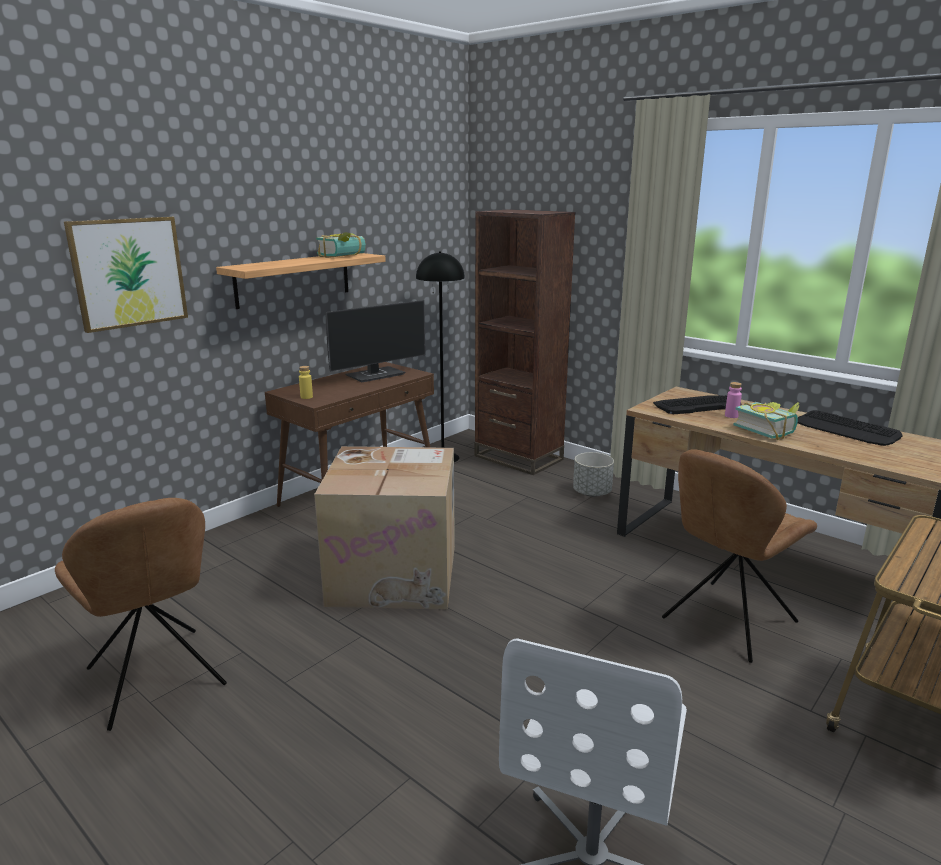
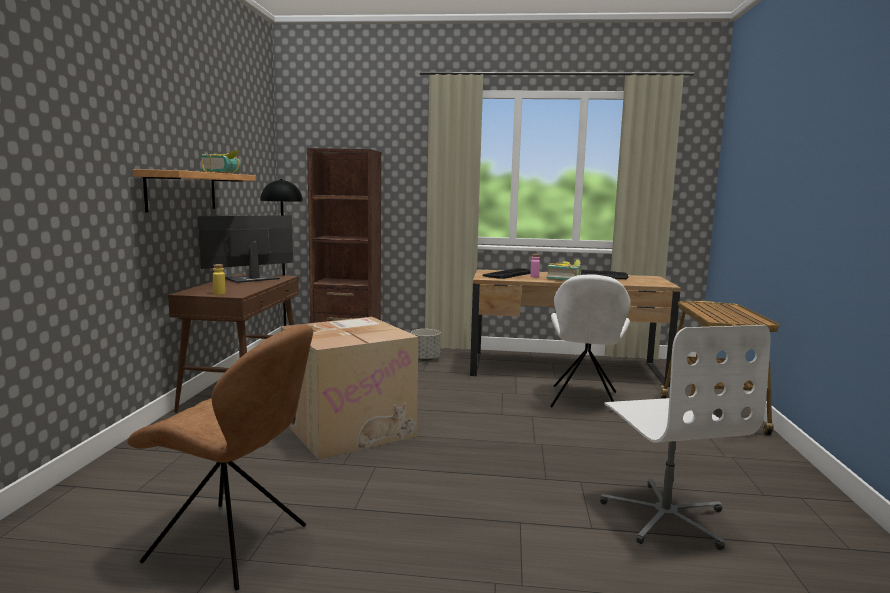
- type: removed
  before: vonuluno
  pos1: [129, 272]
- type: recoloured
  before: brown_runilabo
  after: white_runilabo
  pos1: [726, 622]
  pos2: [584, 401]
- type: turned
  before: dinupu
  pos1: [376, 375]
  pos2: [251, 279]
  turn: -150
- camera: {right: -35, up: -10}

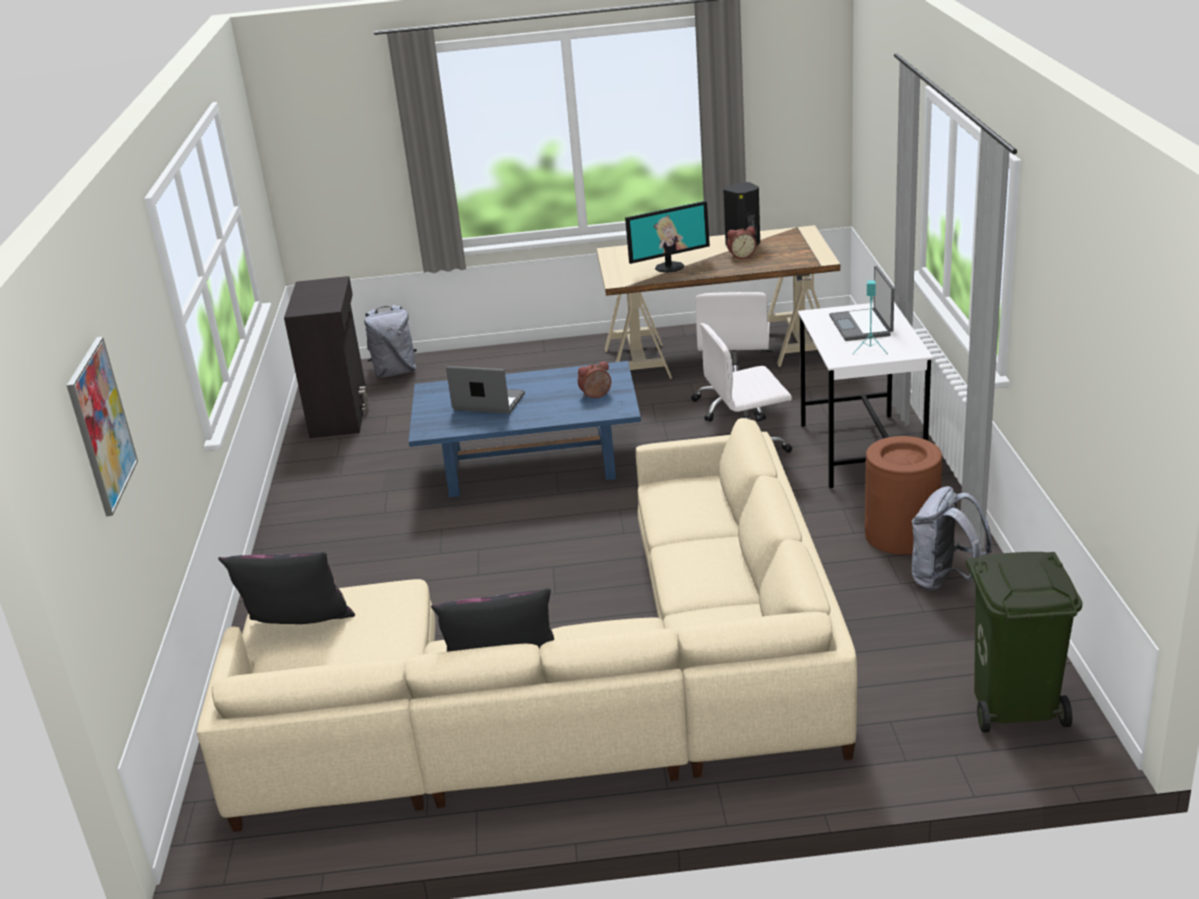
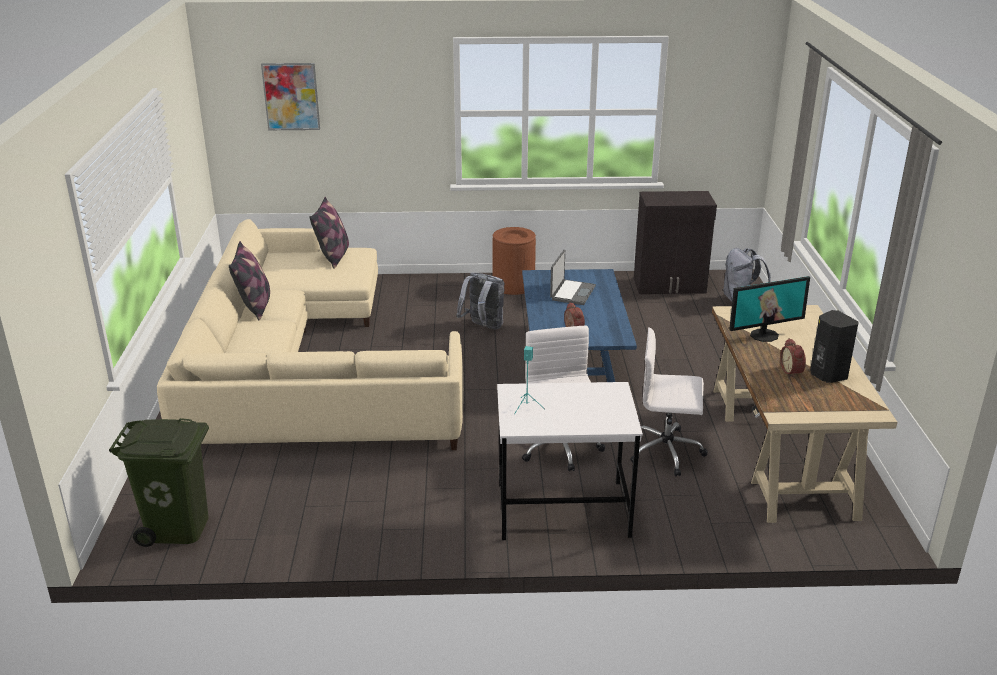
- type: removed
  before: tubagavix
  pos1: [862, 326]
- type: moved
  before: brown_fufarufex
  pos1: [901, 535]
  pos2: [513, 285]
- type: moved
  before: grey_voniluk
  pos1: [945, 580]
  pos2: [483, 327]
- type: turned
  before: dinupu
  pos1: [669, 267]
  pos2: [764, 335]
  turn: -90
- camera: {right: 90, up: 0}

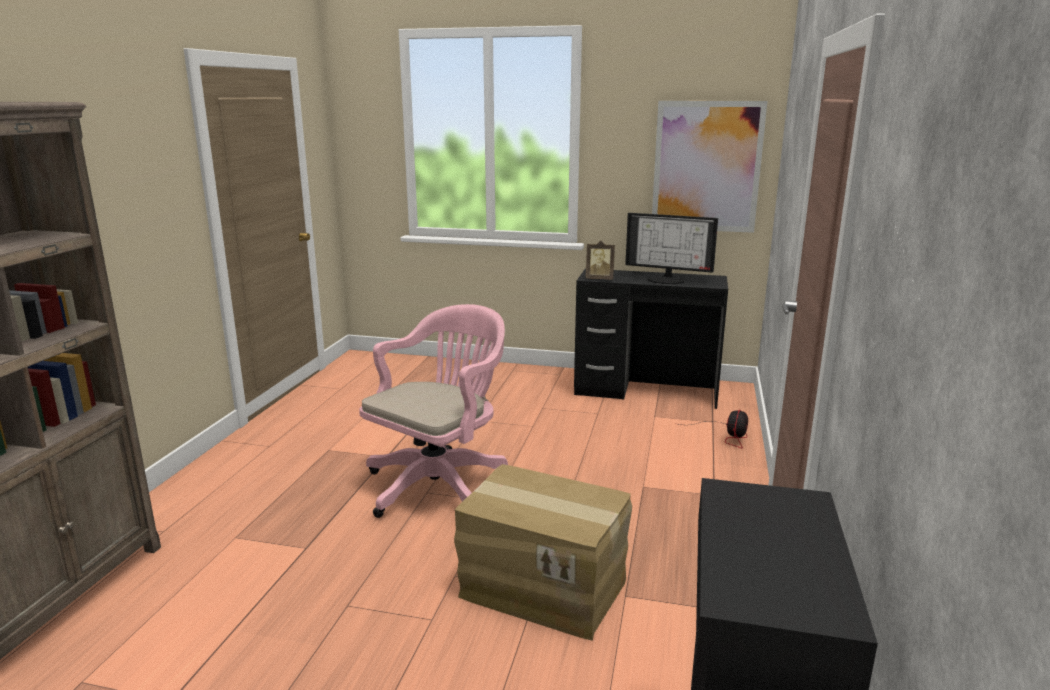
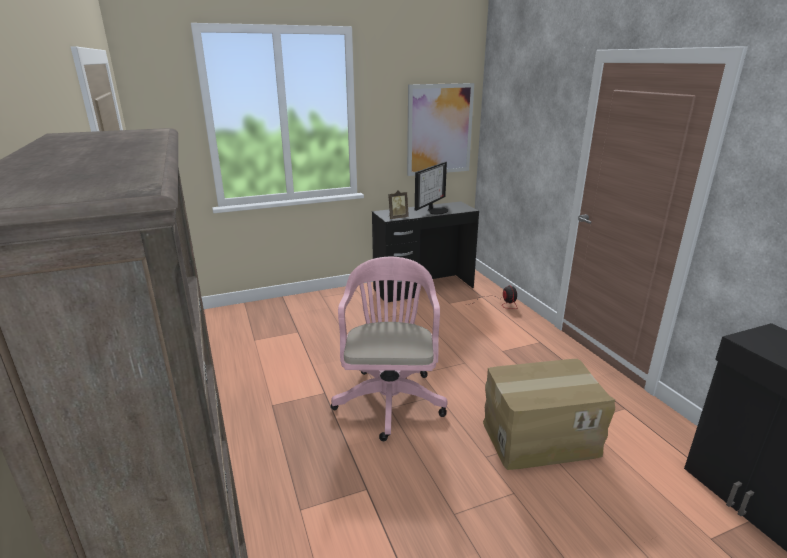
- type: turned
  before: dinupu
  pos1: [666, 280]
  pos2: [436, 210]
  turn: -45
- camera: {right: -35, up: 5}

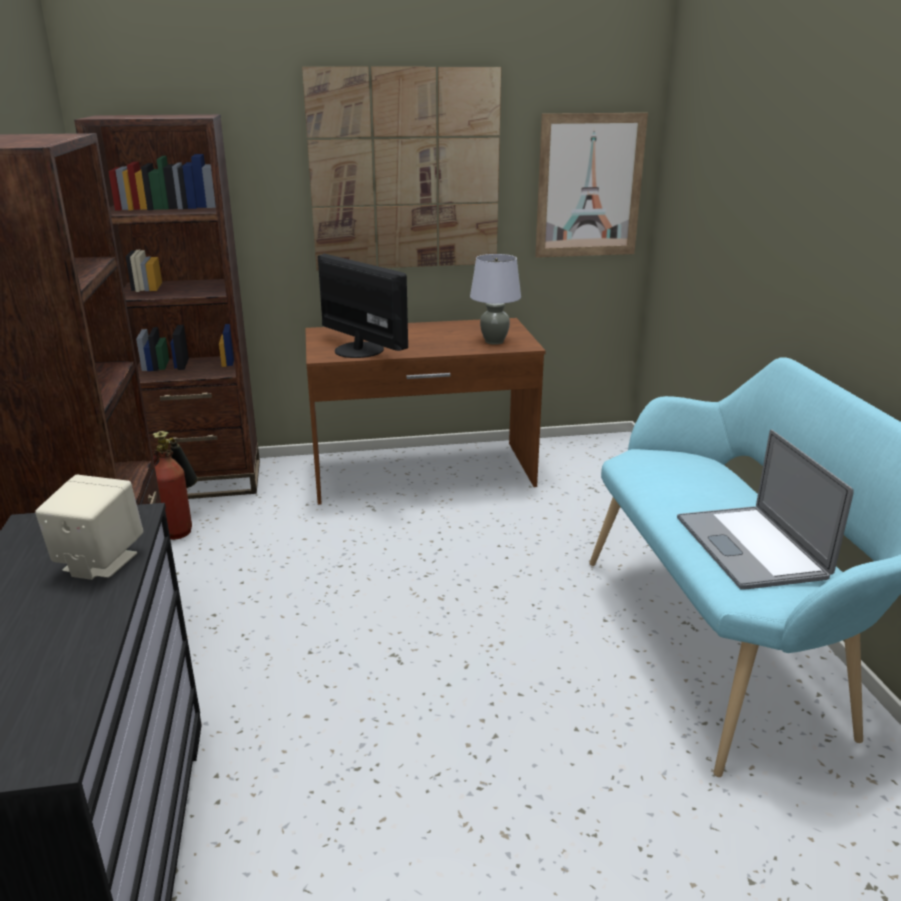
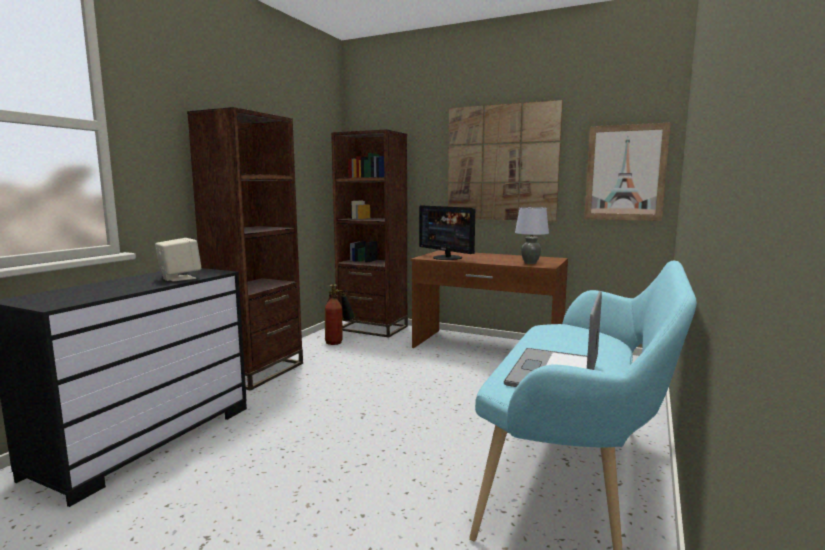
- type: turned
  before: dinupu
  pos1: [360, 349]
  pos2: [447, 258]
  turn: 150
- camera: {right: 35, up: -15}

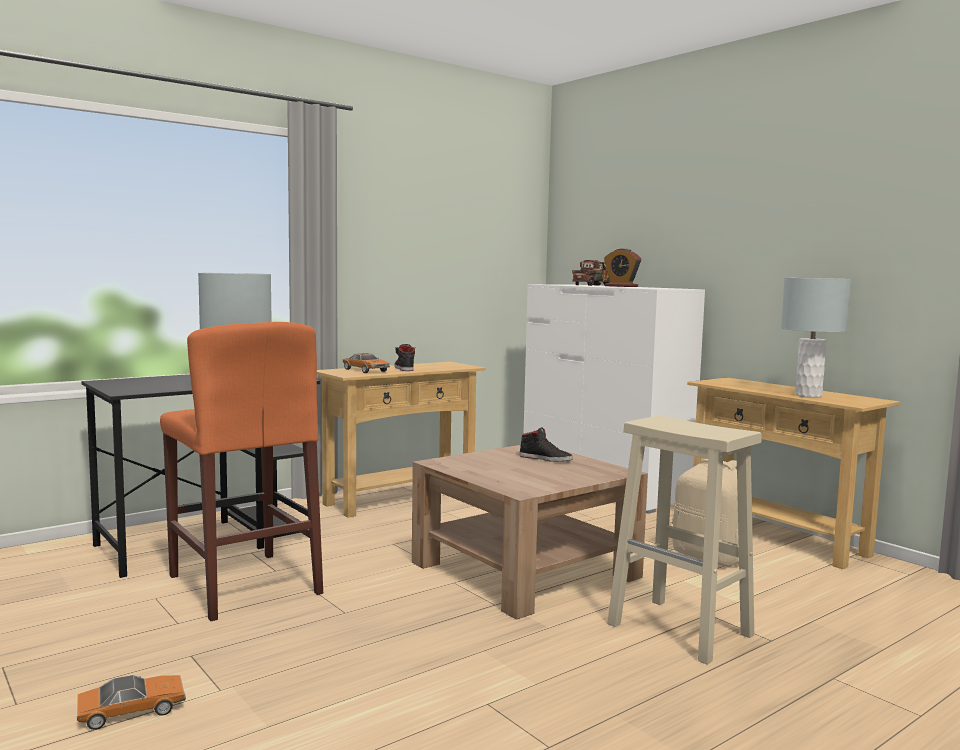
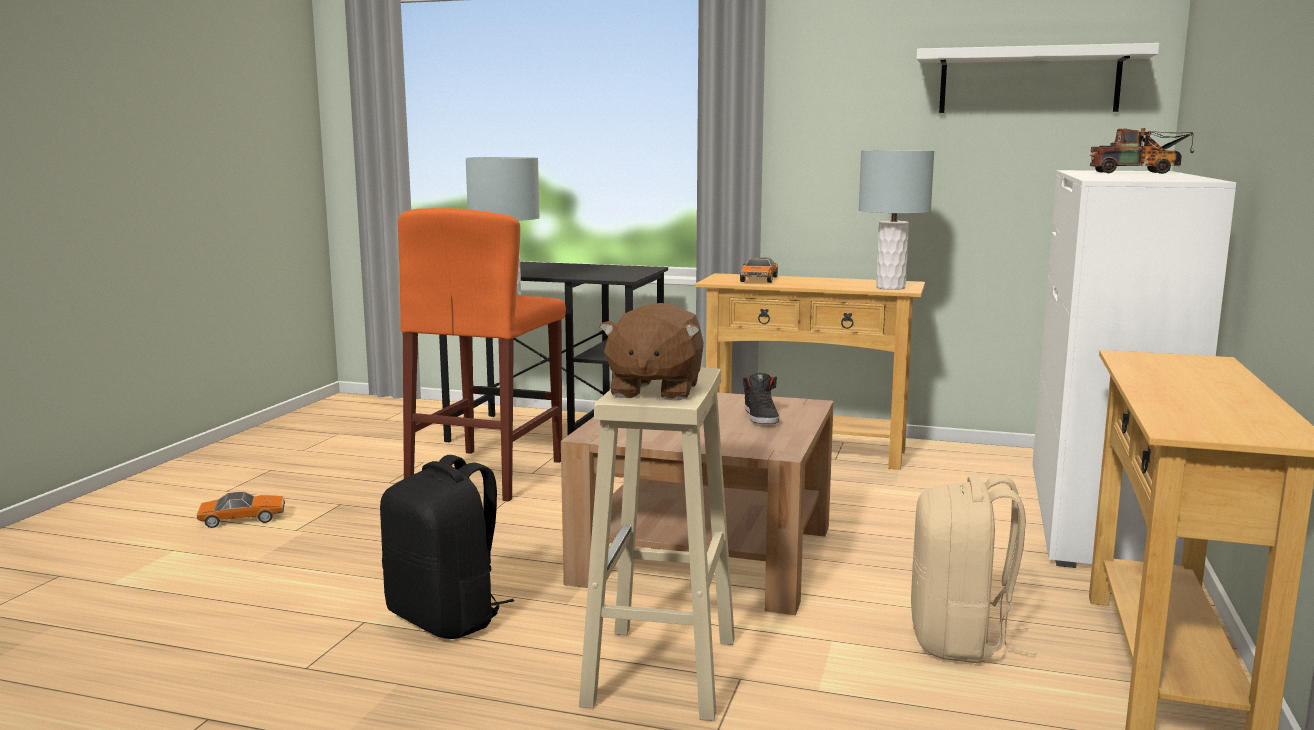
- type: removed
  before: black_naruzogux
  pos1: [404, 368]
- type: removed
  before: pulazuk
  pos1: [621, 286]
- type: added
  after: black_voniluk
  pos2: [447, 618]
- type: added
  after: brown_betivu
  pos2: [654, 390]
- type: added
  after: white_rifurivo
  pos2: [1028, 81]
- type: moved
  before: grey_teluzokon
  pos1: [809, 395]
  pos2: [890, 287]
- type: turned
  before: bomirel
  pos1: [132, 710]
  pos2: [242, 519]
  turn: -45
- camera: {right: 55, up: 5}

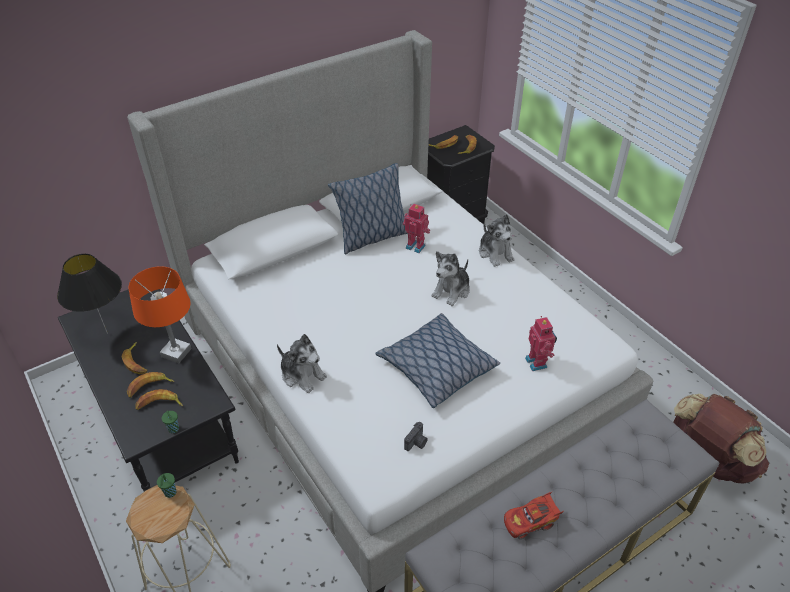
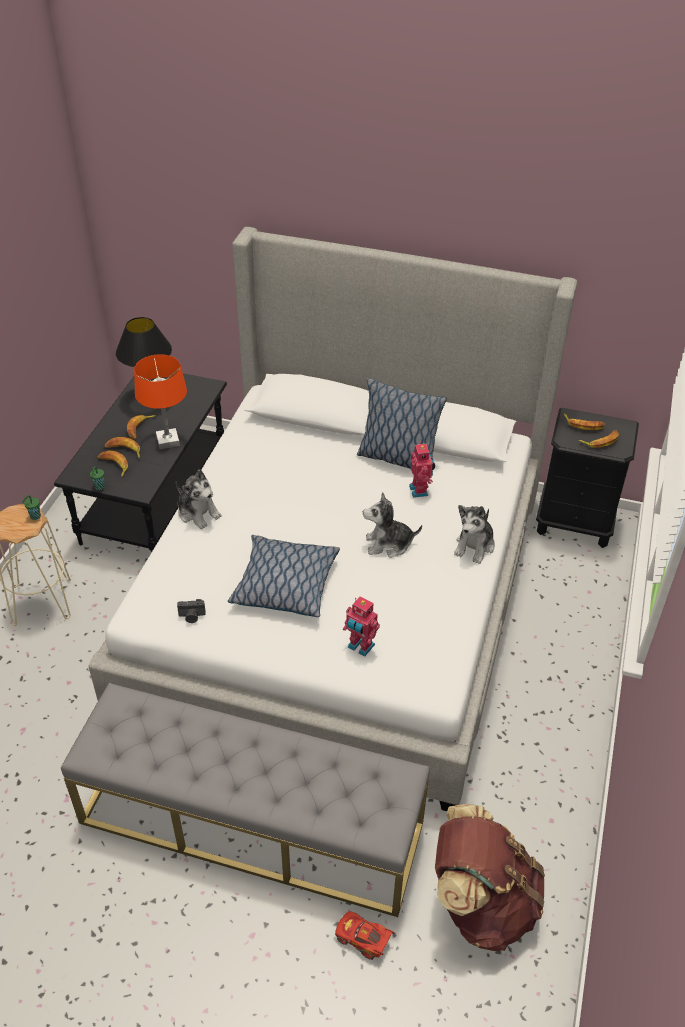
- type: moved
  before: red_bomirel
  pos1: [530, 521]
  pos2: [363, 939]
- type: turned
  before: betivu
  pos1: [302, 375]
  pos2: [198, 513]
  turn: -45
- type: turned
  before: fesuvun
  pos1: [537, 362]
  pos2: [360, 647]
  turn: 90
- camera: {right: 50, up: 0}

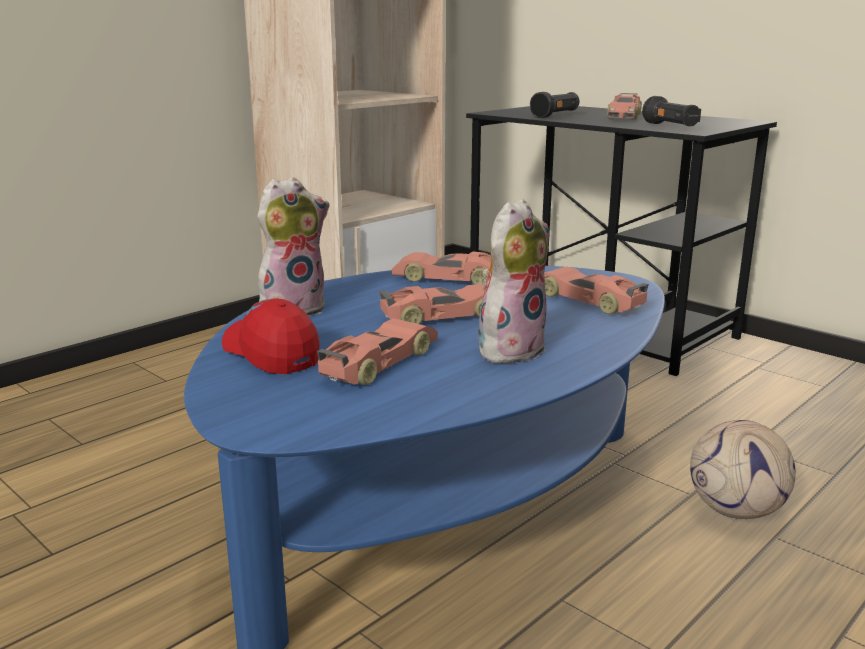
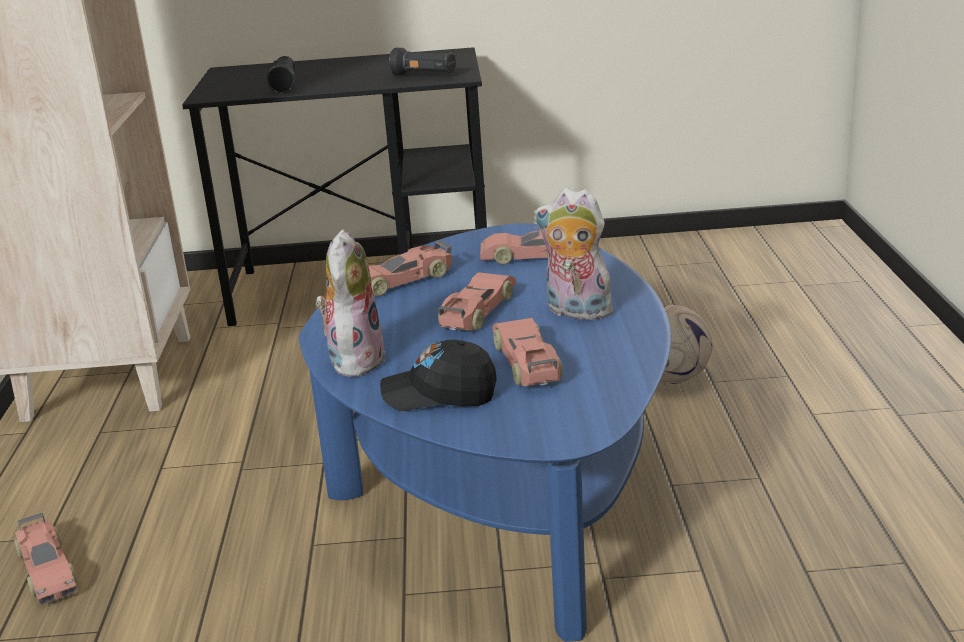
- type: moved
  before: bomirel
  pos1: [624, 116]
  pos2: [47, 570]
- type: recoloured
  before: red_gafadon
  after: black_gafadon
  pos1: [271, 353]
  pos2: [439, 395]
- type: turned
  before: betivu
  pos1: [510, 349]
  pos2: [575, 312]
  turn: -60
- camera: {right: -45, up: 5}

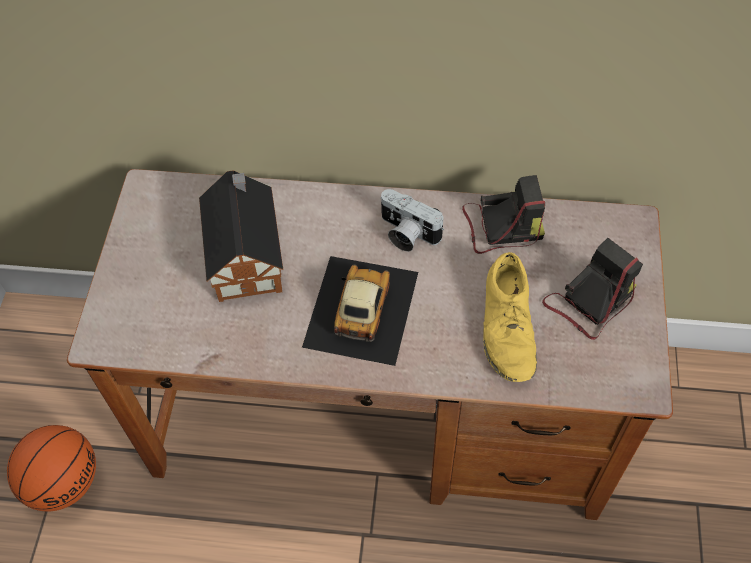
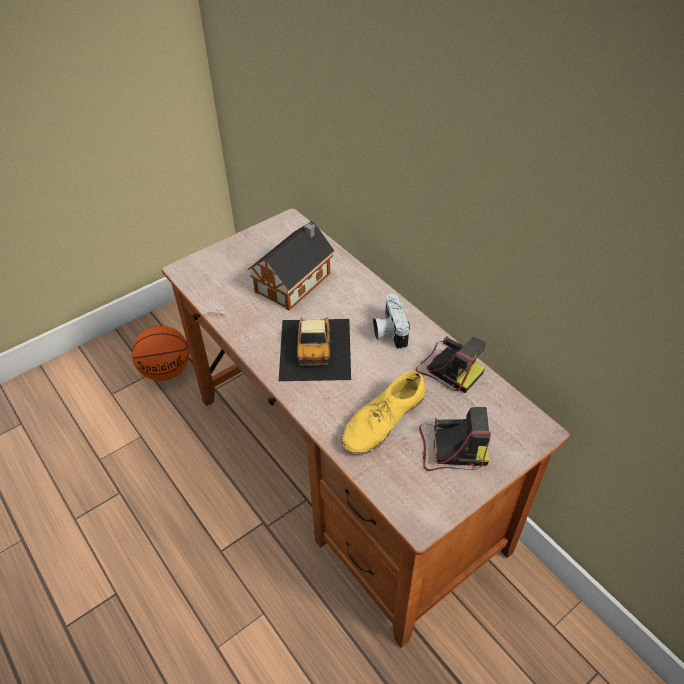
- type: turned
  before: bomirel
  pos1: [360, 309]
  pos2: [315, 348]
  turn: 120
- camera: {right: 45, up: -10}

